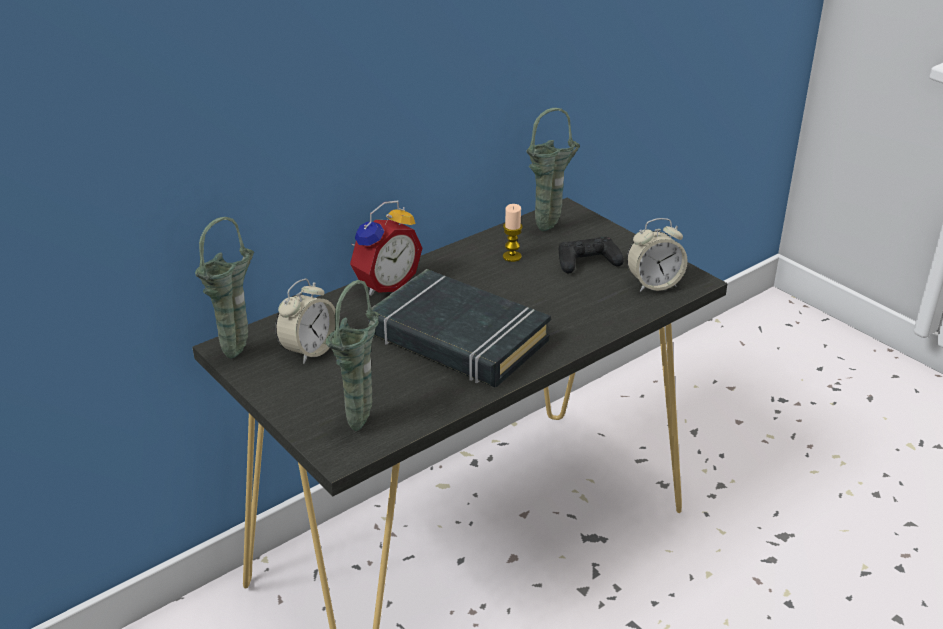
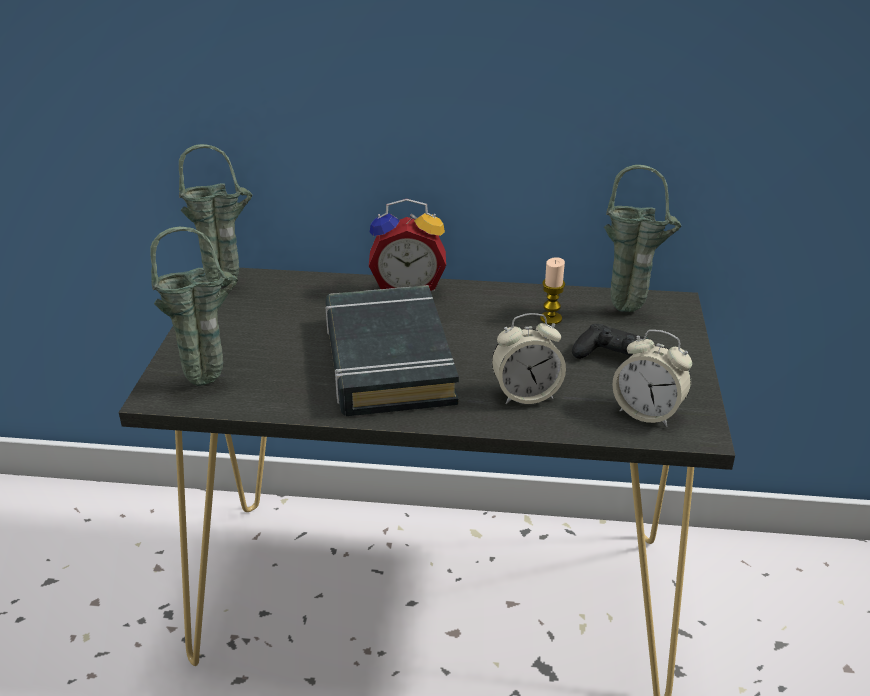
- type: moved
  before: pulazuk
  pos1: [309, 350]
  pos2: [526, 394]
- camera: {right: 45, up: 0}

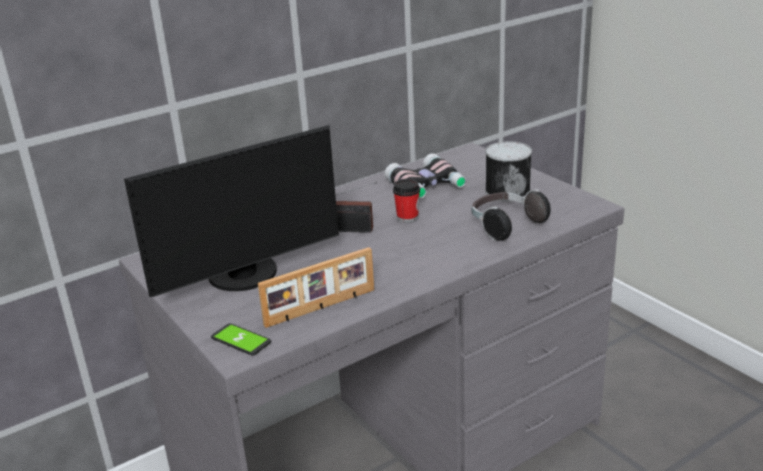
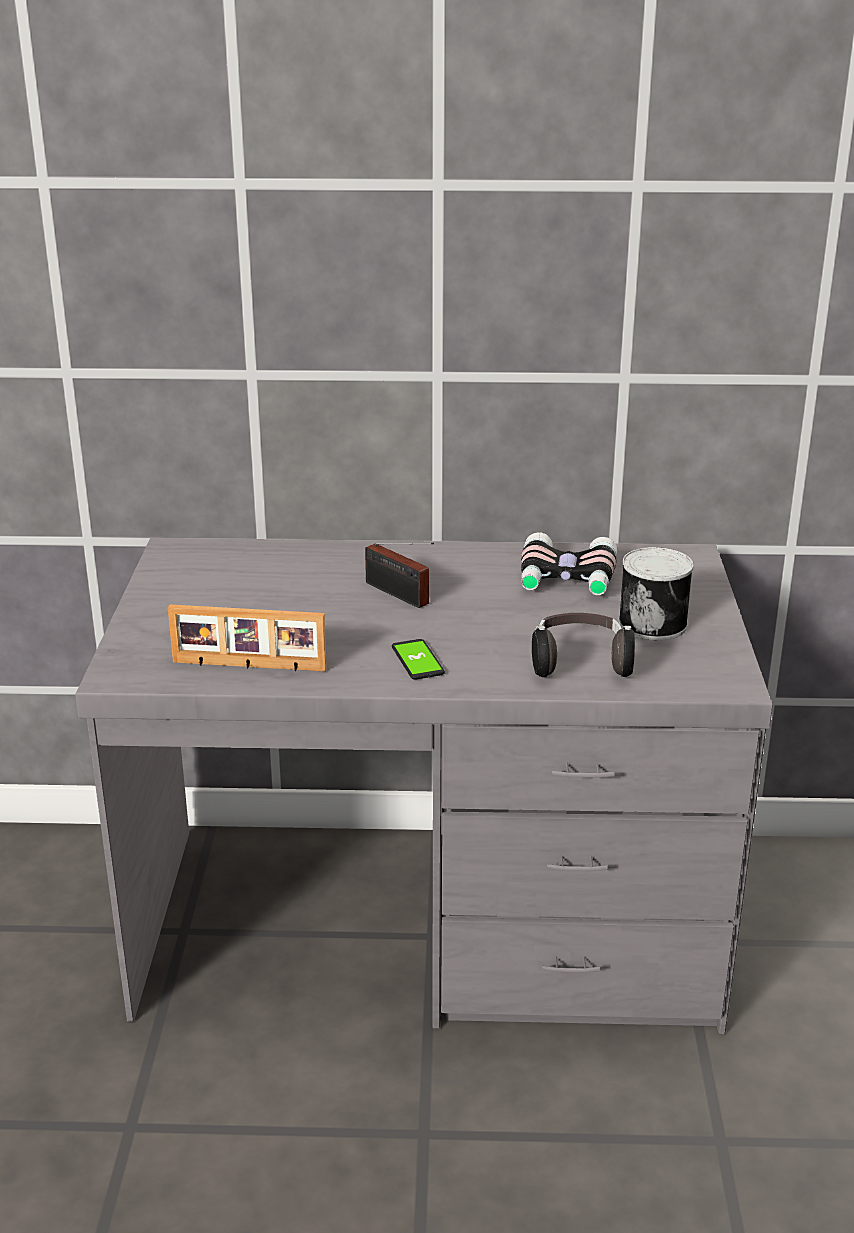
- type: removed
  before: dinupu
  pos1: [246, 276]
- type: removed
  before: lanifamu
  pos1: [407, 218]
- type: moved
  before: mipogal
  pos1: [241, 340]
  pos2: [417, 660]
- camera: {right: 35, up: 0}

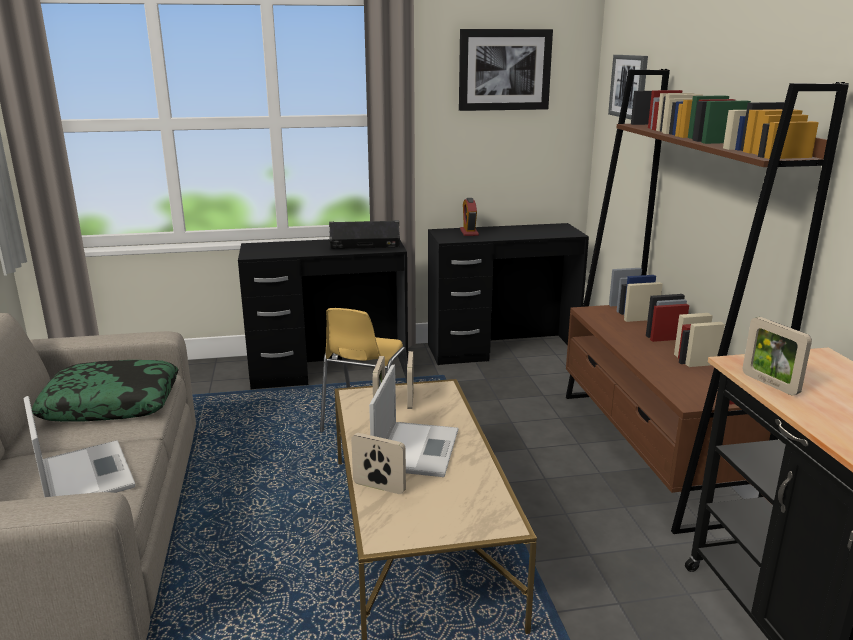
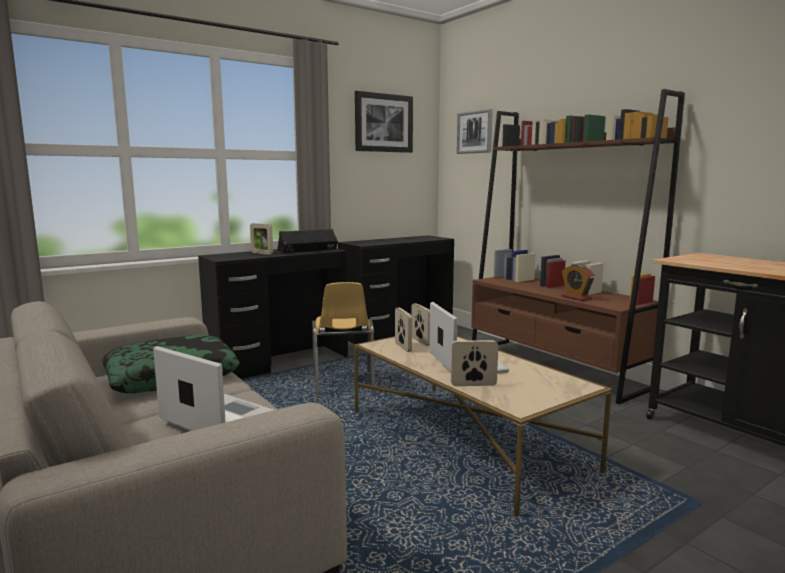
- type: moved
  before: pulazuk
  pos1: [469, 232]
  pos2: [576, 298]
- type: moved
  before: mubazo
  pos1: [770, 384]
  pos2: [262, 253]
- camera: {right: -25, up: -10}

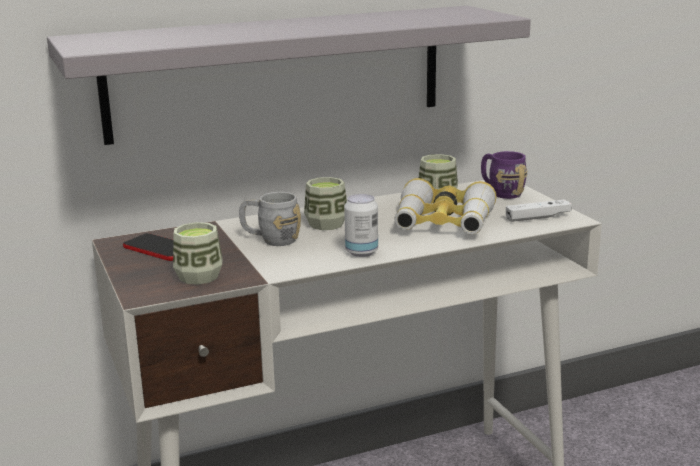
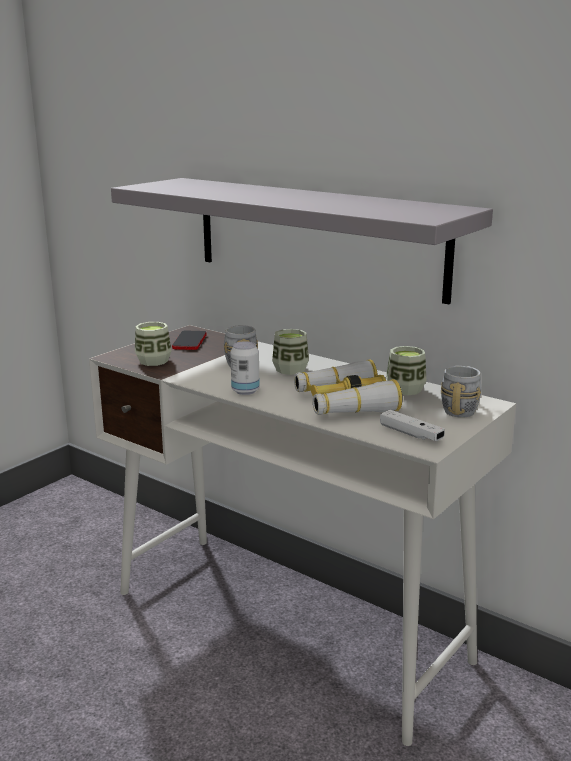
- type: recoloured
  before: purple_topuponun
  after: grey_topuponun
  pos1: [500, 192]
  pos2: [461, 408]
- camera: {right: 60, up: 0}

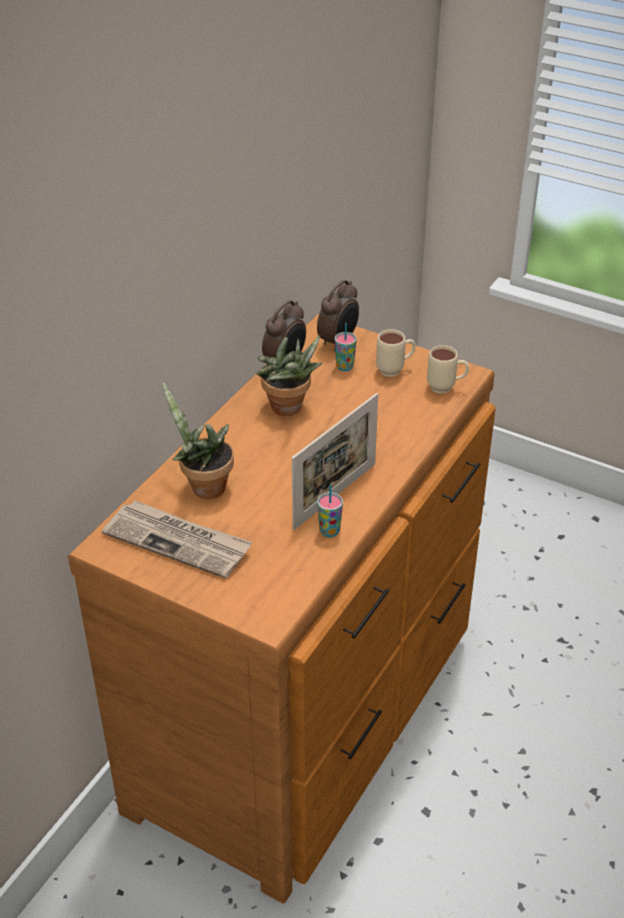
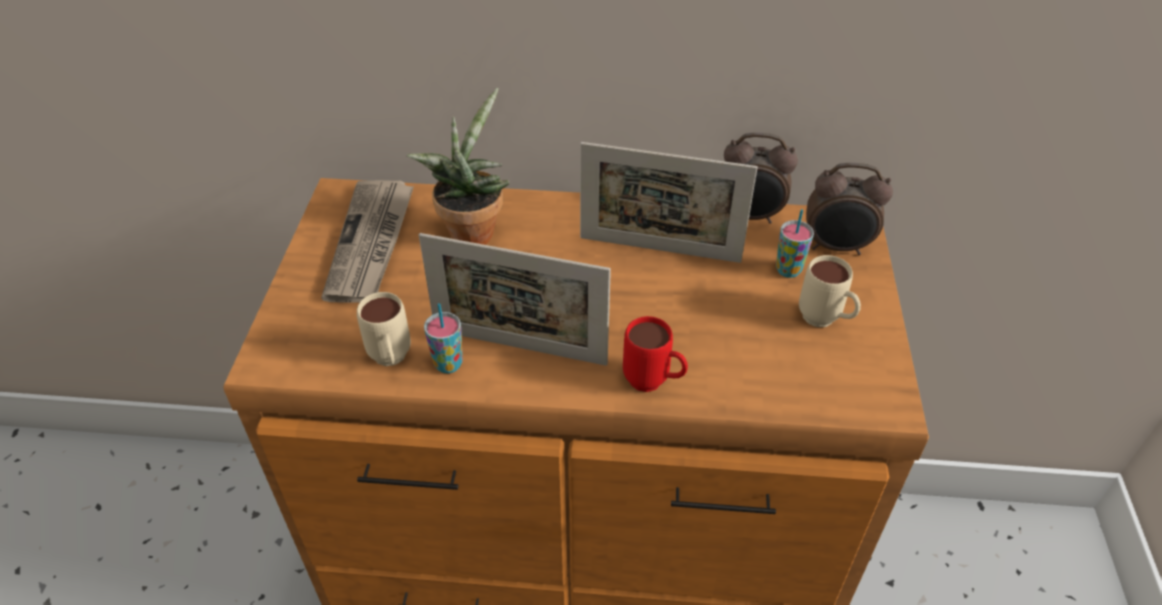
- type: added
  after: red_topuponun
  pos2: [653, 383]
- type: moved
  before: beige_topuponun
  pos1: [446, 388]
  pos2: [391, 361]
- type: replaced
  before: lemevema
  after: mubazo
  pos1: [289, 410]
  pos2: [659, 249]
- camera: {right: 65, up: 5}

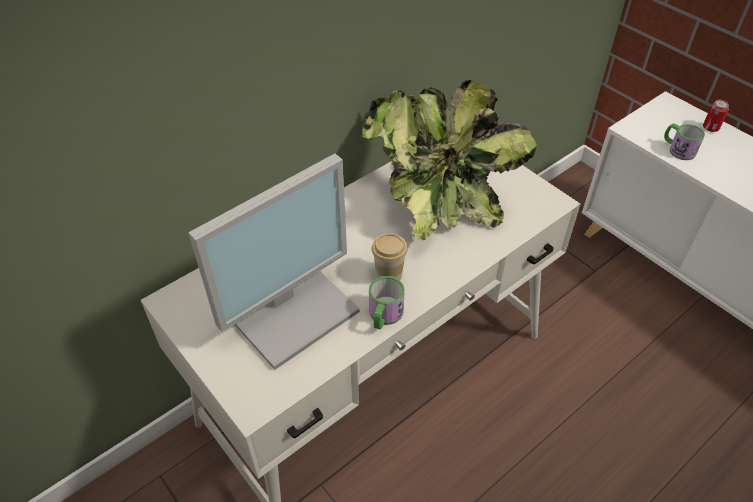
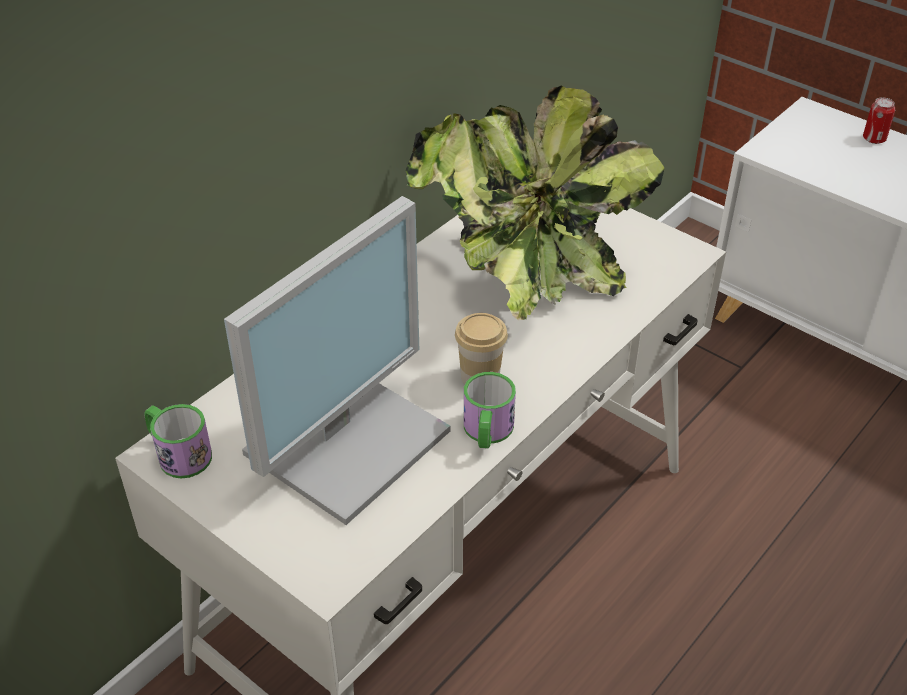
- type: moved
  before: topuponun
  pos1: [678, 149]
  pos2: [178, 453]
- camera: {right: -10, up: -5}

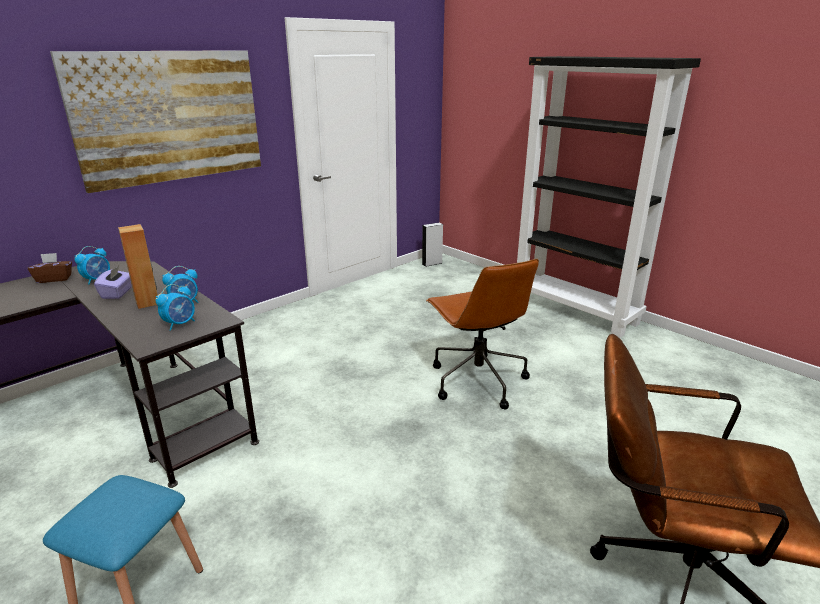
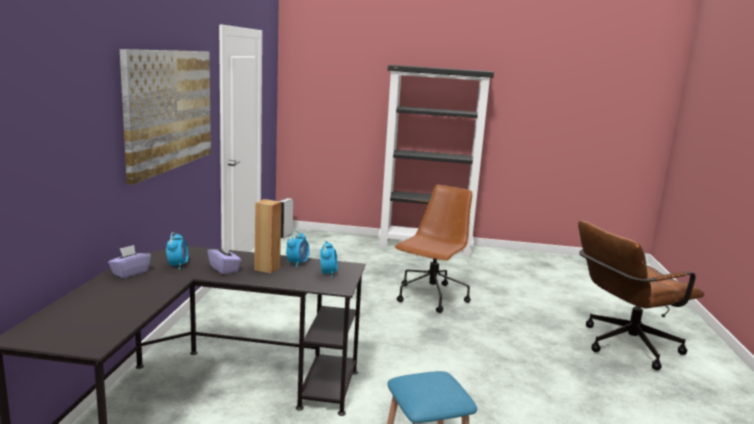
- type: recoloured
  before: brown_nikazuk
  after: purple_nikazuk
  pos1: [54, 279]
  pos2: [130, 273]
- type: turned
  before: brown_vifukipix
  pos1: [476, 380]
  pos2: [431, 297]
  turn: -90
- camera: {right: -40, up: -10}

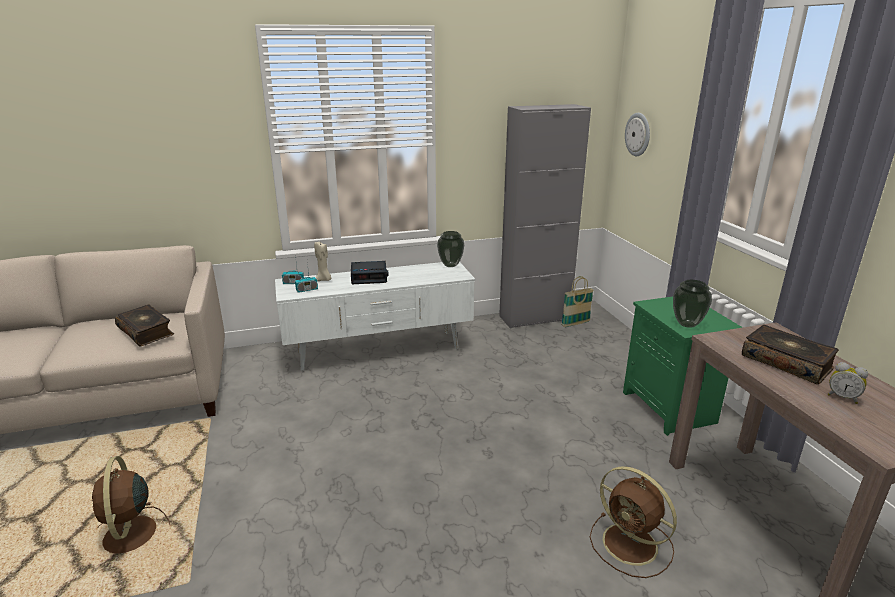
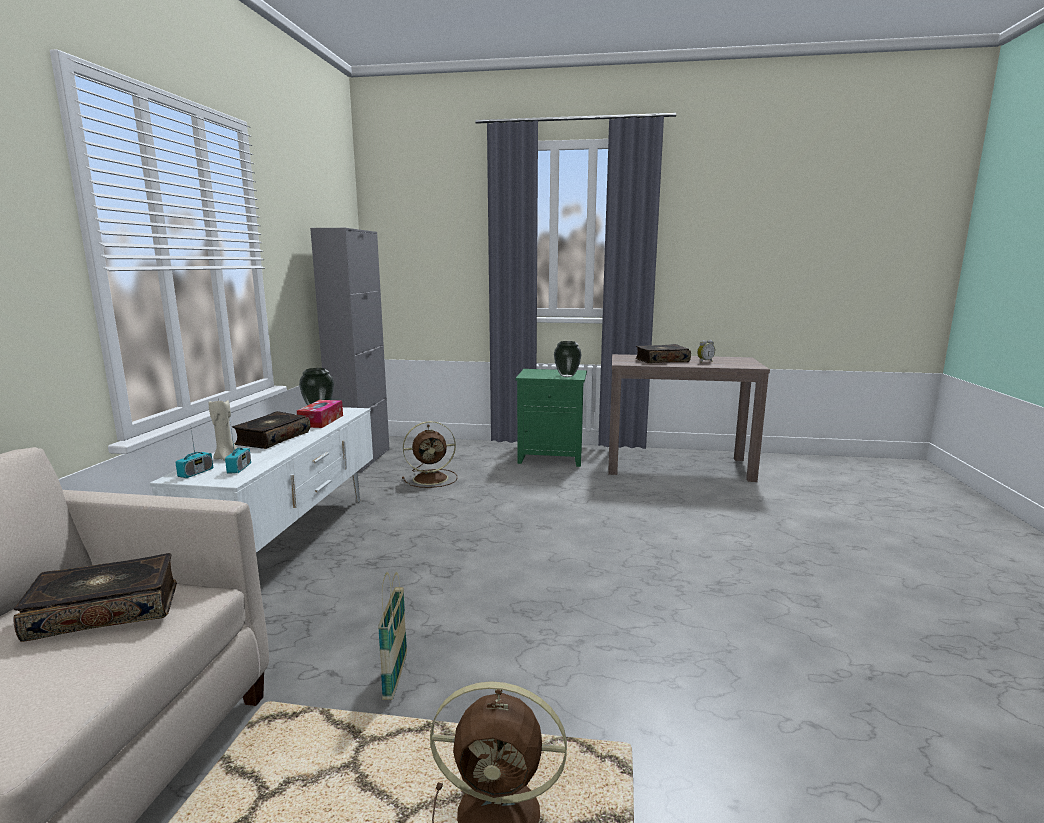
- type: removed
  before: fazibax
  pos1: [638, 134]
- type: added
  after: nikazuk
  pos2: [321, 421]
- type: moved
  before: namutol
  pos1: [575, 323]
  pos2: [395, 677]
- type: moved
  before: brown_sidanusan
  pos1: [632, 545]
  pos2: [432, 478]
- type: replaced
  before: pulazuk
  after: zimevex
  pos1: [369, 277]
  pos2: [272, 438]
- camera: {right: -65, up: -10}

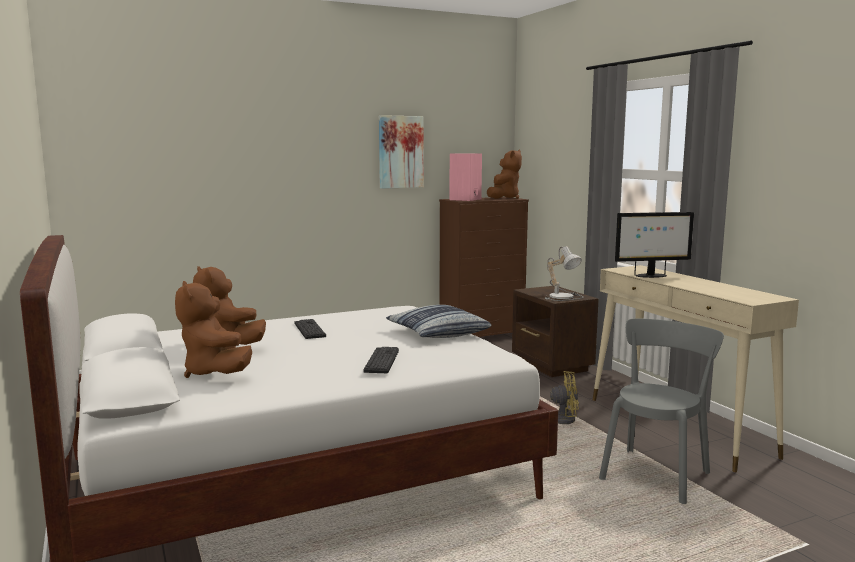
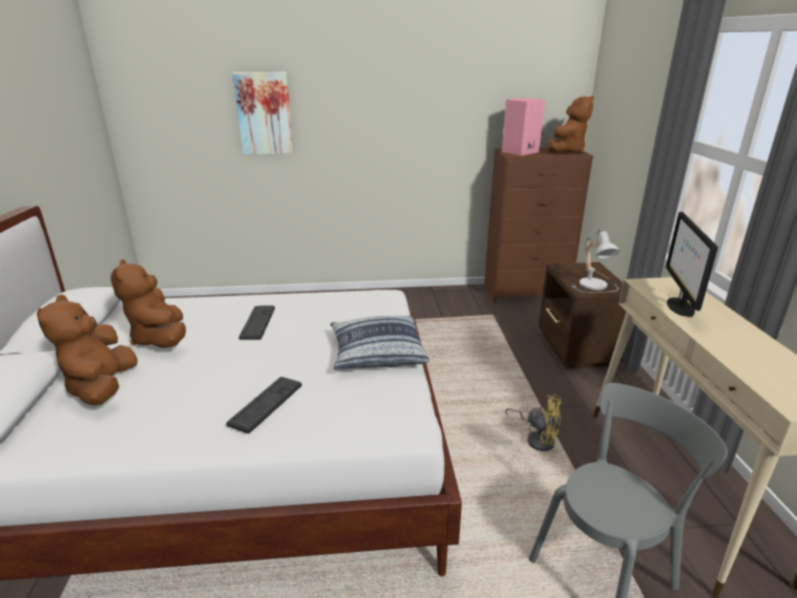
- type: moved
  before: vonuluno
  pos1: [400, 152]
  pos2: [264, 113]
- type: turned
  before: dinupu
  pos1: [650, 276]
  pos2: [679, 306]
  turn: 90
- camera: {right: 20, up: 15}

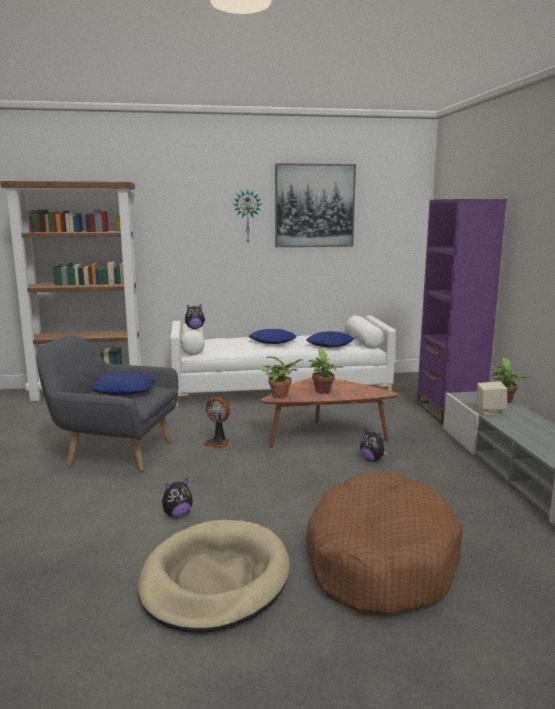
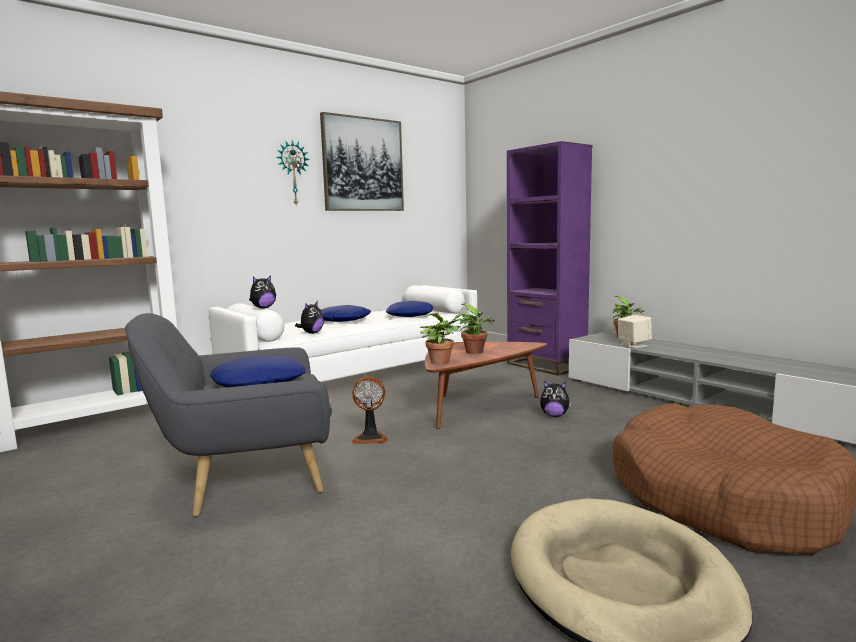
- type: moved
  before: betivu
  pos1: [177, 515]
  pos2: [311, 333]
- camera: {right: -30, up: -5}

